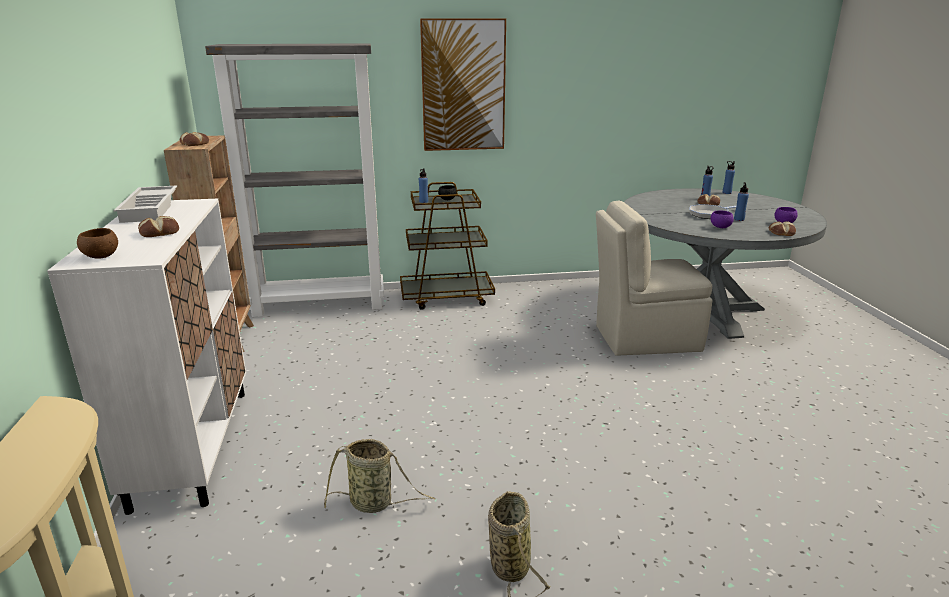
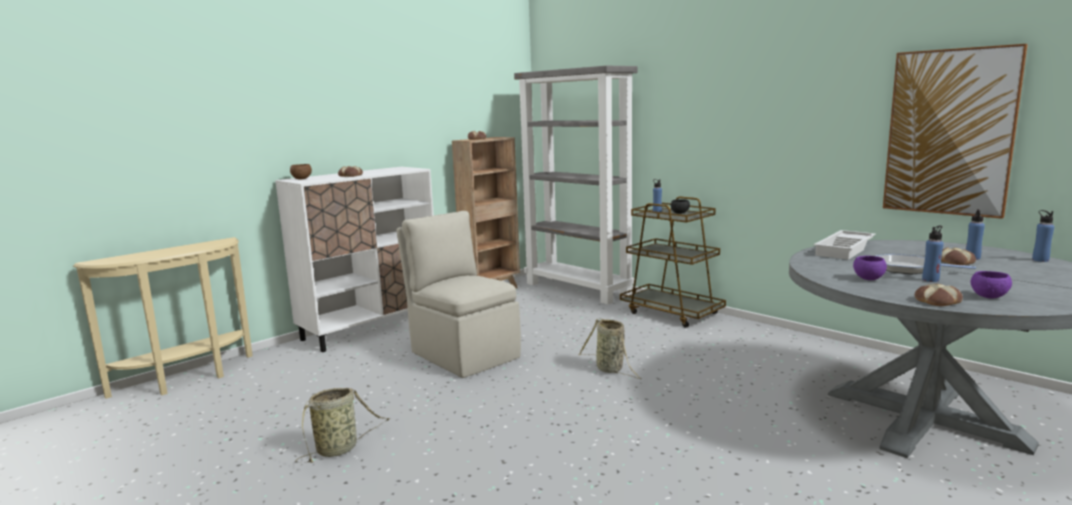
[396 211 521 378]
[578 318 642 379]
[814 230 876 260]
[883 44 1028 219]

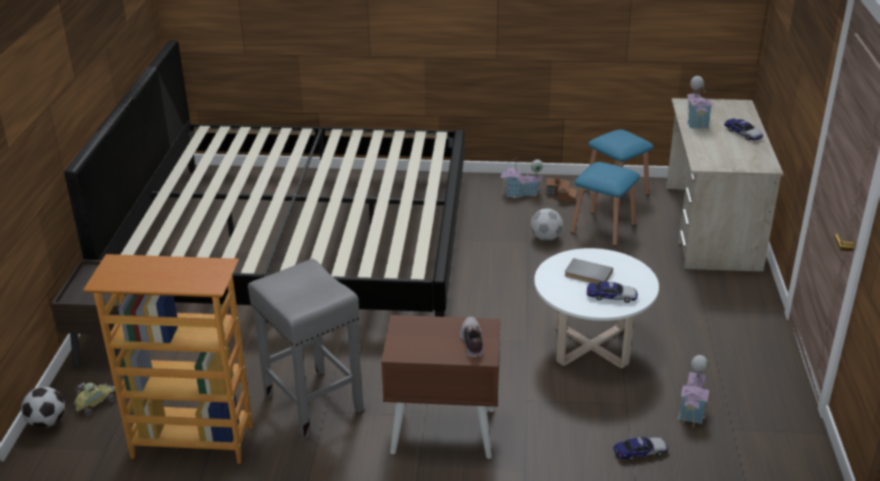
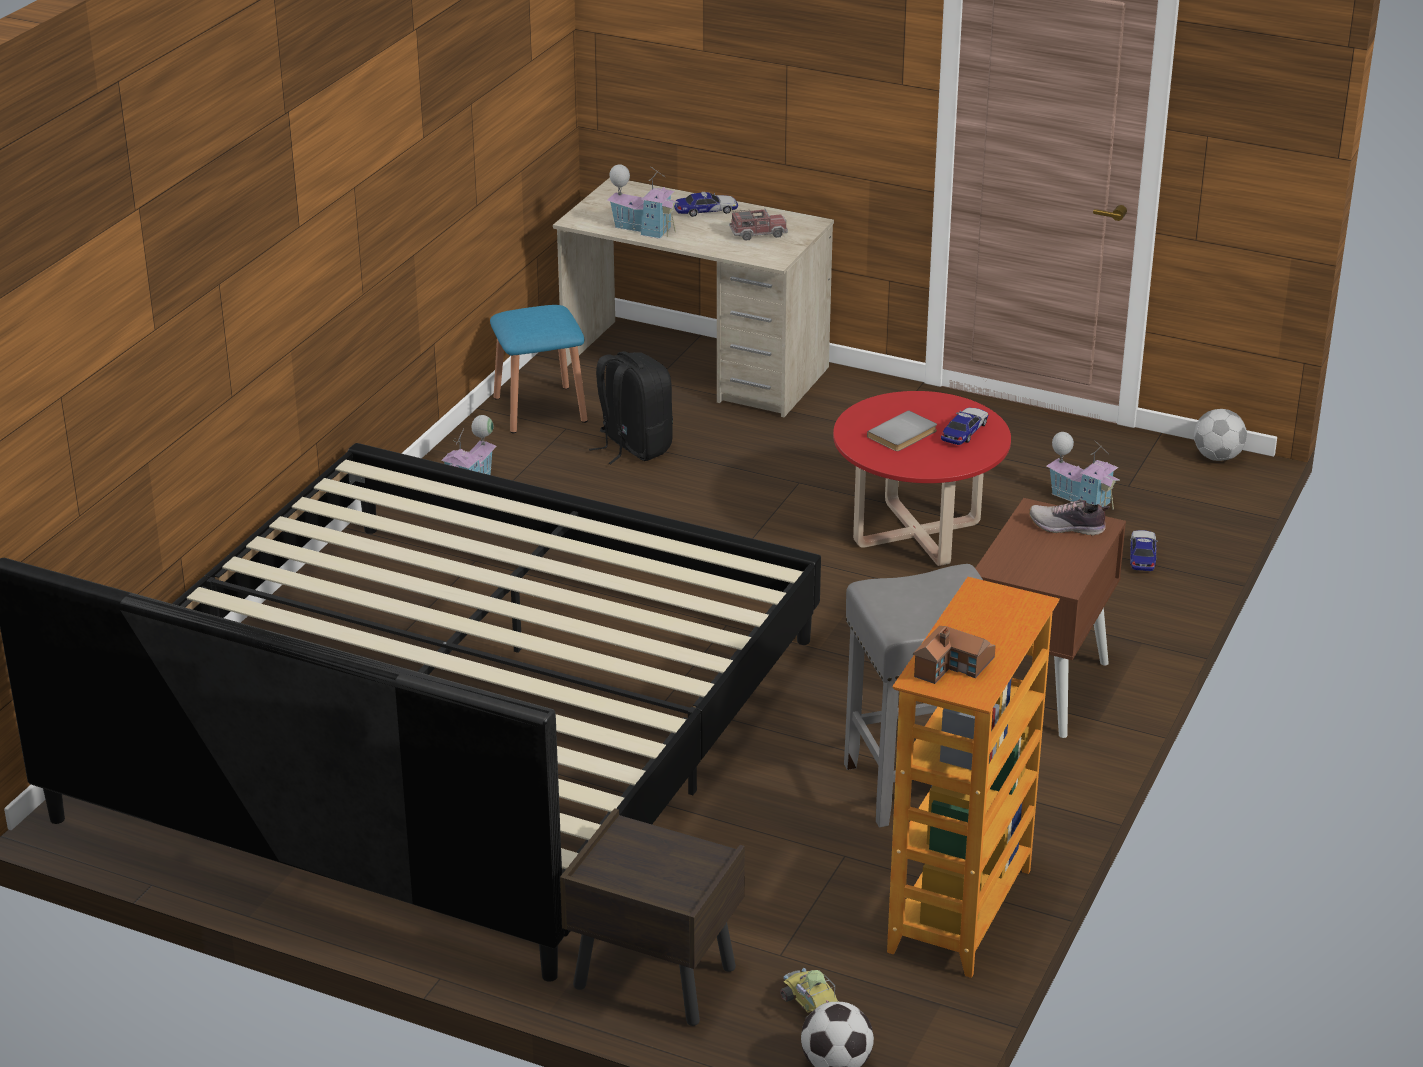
[589 351 673 464]
[729 208 788 241]
[833 391 1011 566]
[913 626 996 684]
[1194 409 1247 461]

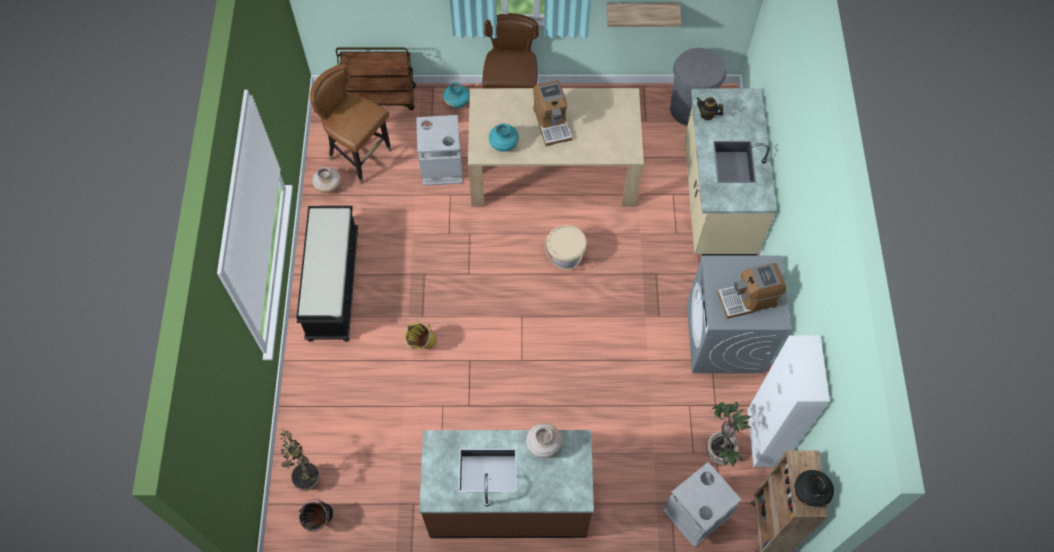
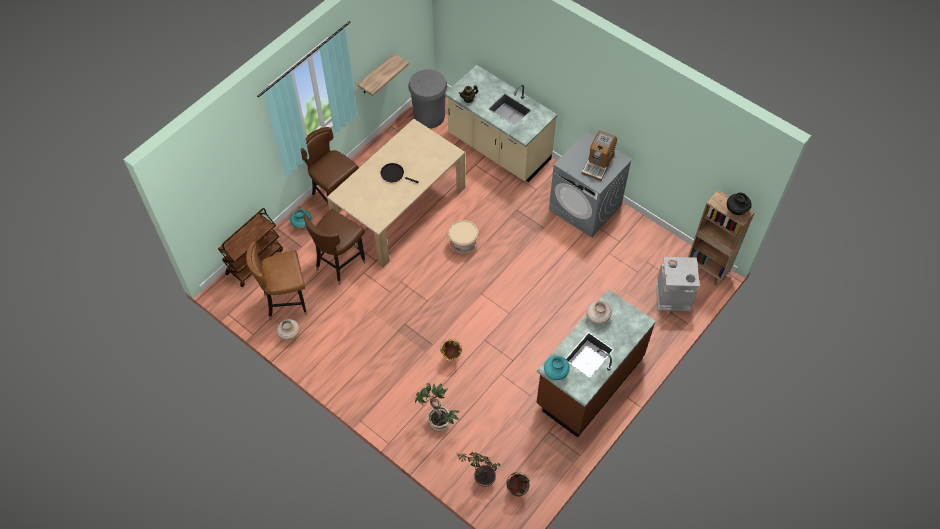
[304 209 366 285]
[381 163 419 183]
[415 383 459 431]
[544 356 570 380]
[296 206 358 342] (first image)
[747 335 830 467] (first image)

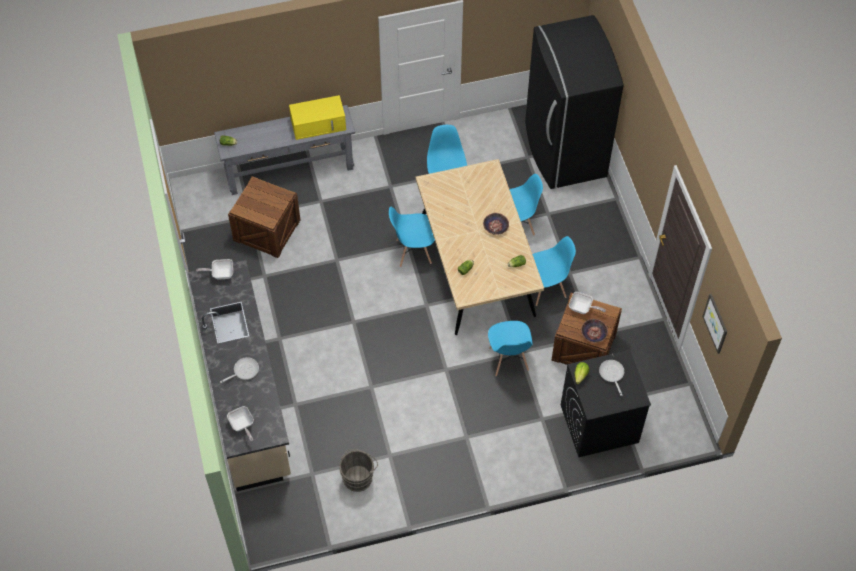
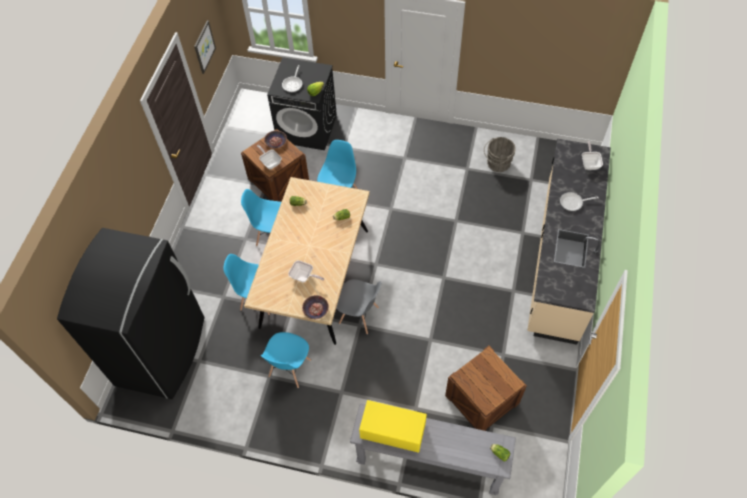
[288 260 324 282]
[302 295 329 319]
[336 279 381 334]

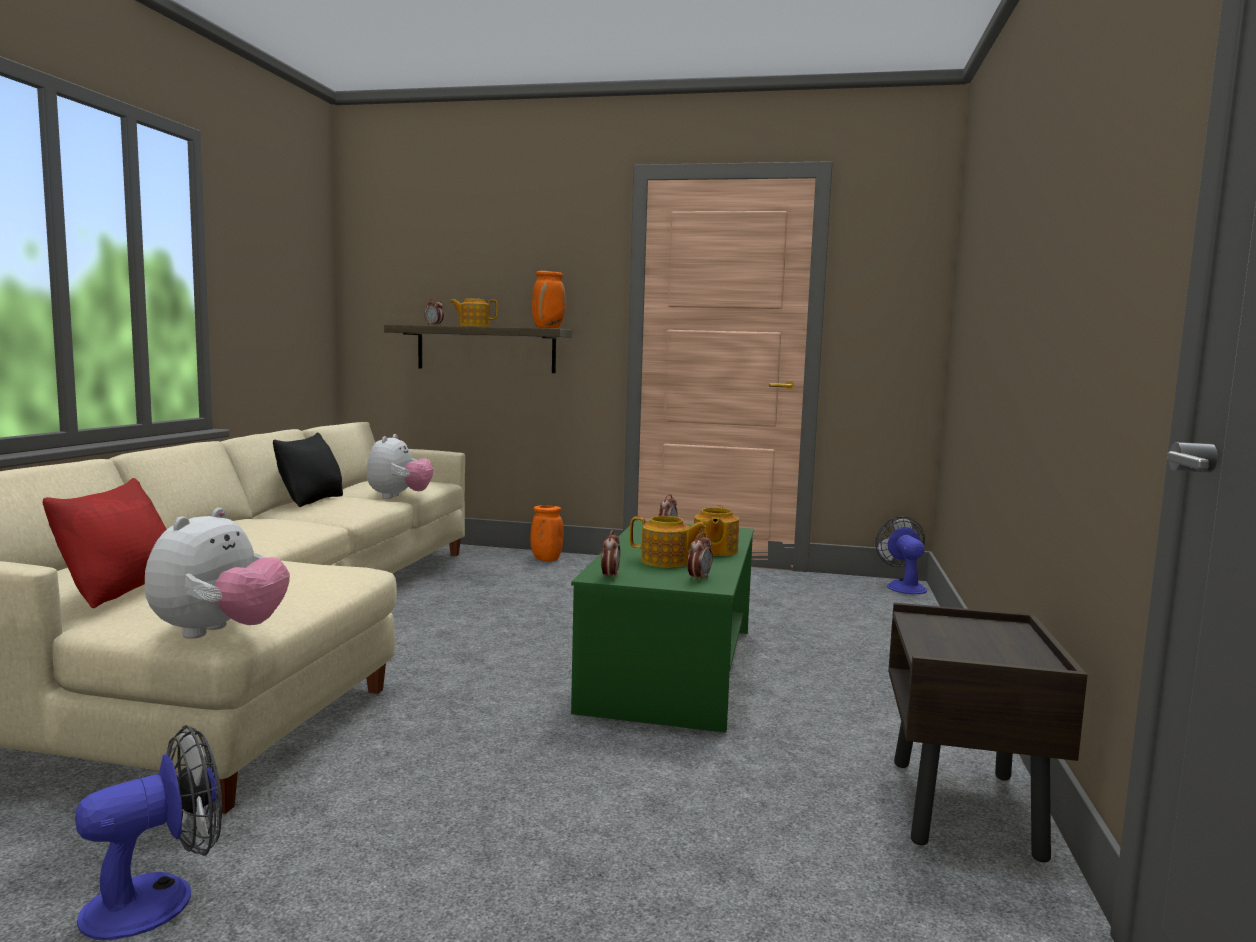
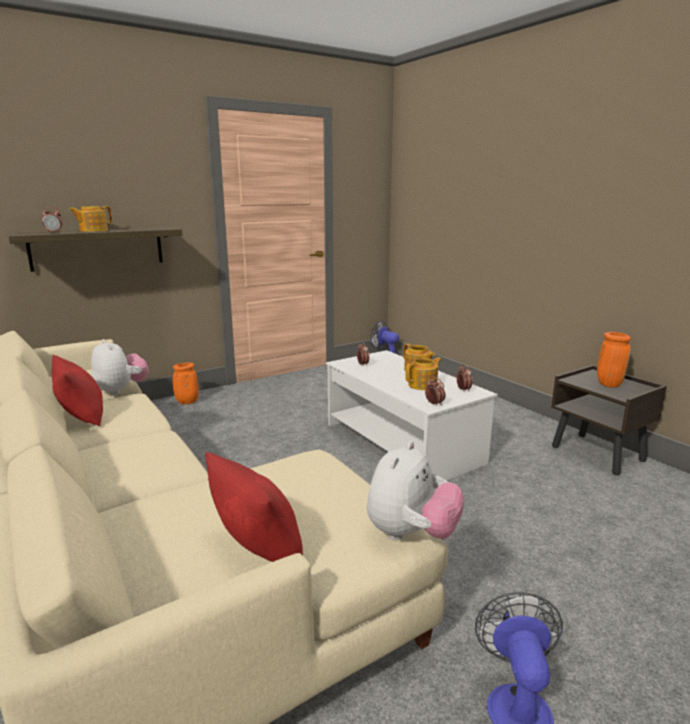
[51 355 103 426]
[326 350 498 480]
[367 441 465 540]
[597 332 631 388]

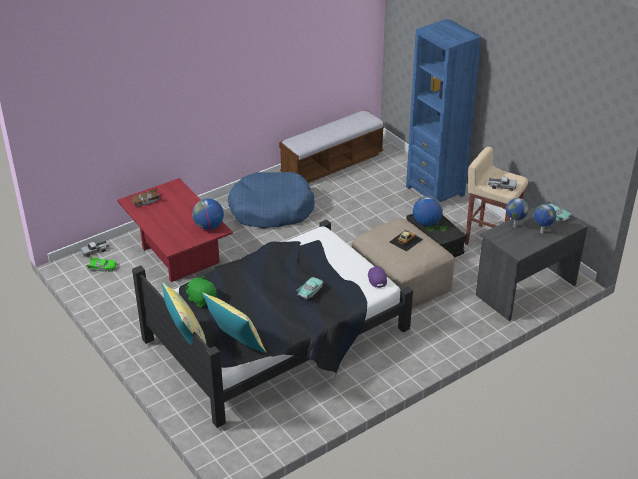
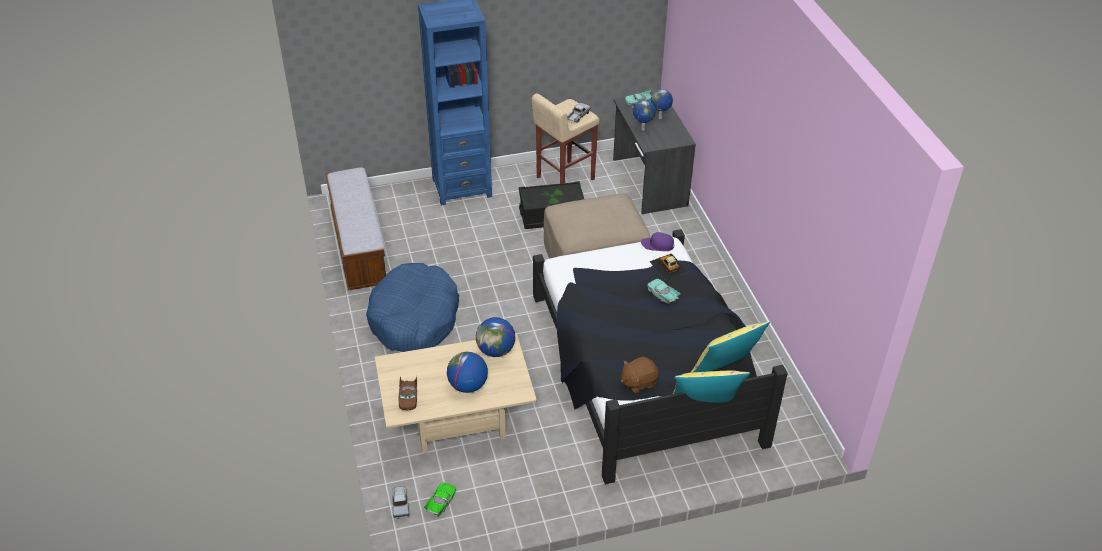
[375 333 537 454]
[447 352 488 393]
[621 356 659 394]
[649 254 688 280]

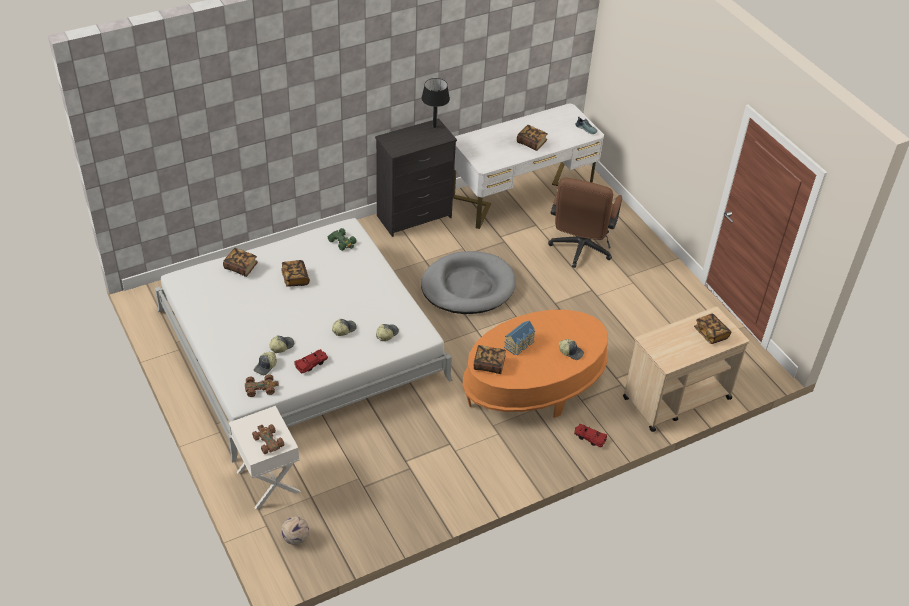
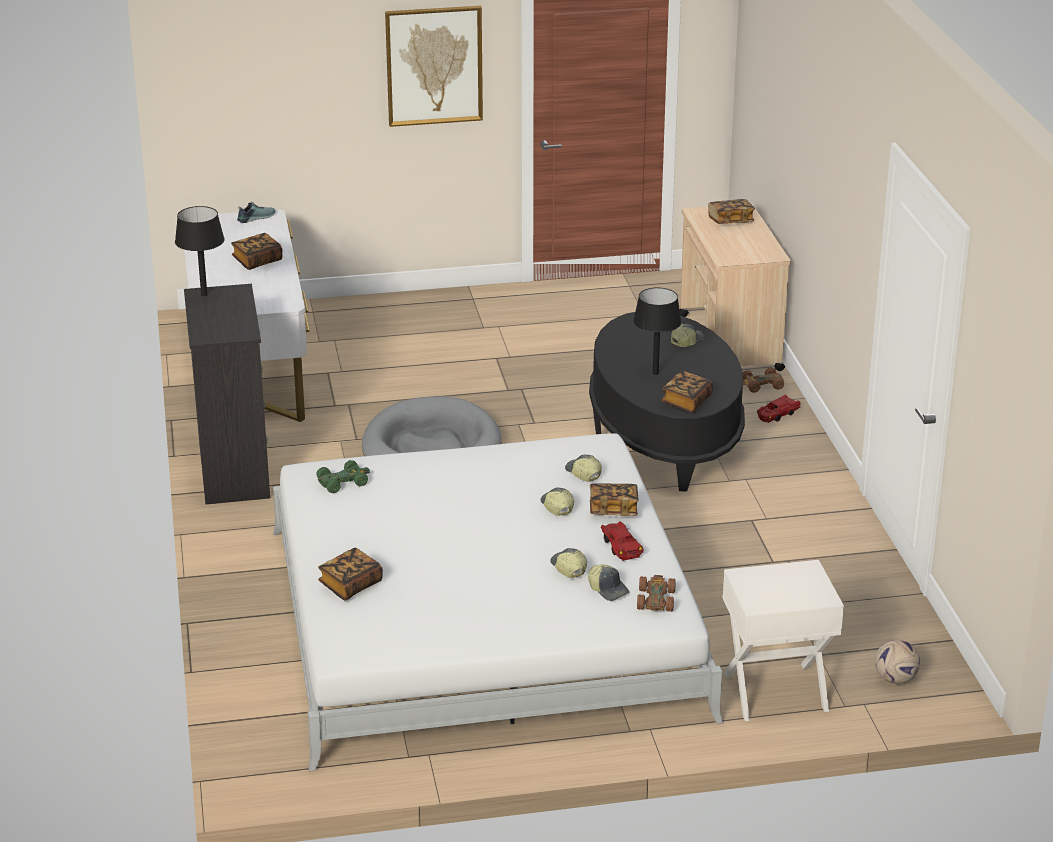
[385 6 483 127]
[589 312 745 491]
[590 483 638 516]
[633 288 682 375]
[742 367 784 393]
[548 177 622 268] (first image)

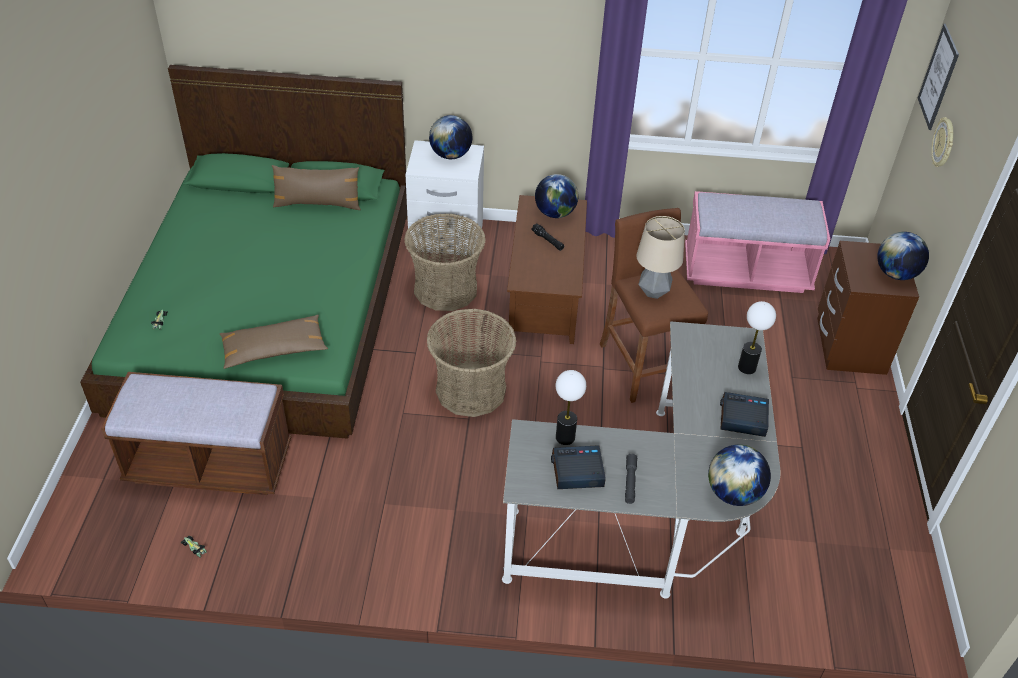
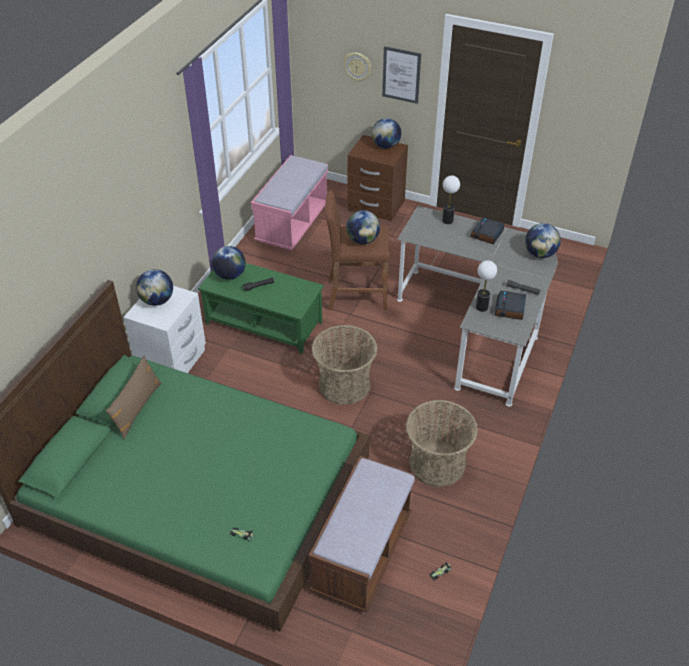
[198 263 324 354]
[346 210 380 244]
[382 46 421 104]
[406 400 478 487]
[220 315 328 369] (first image)

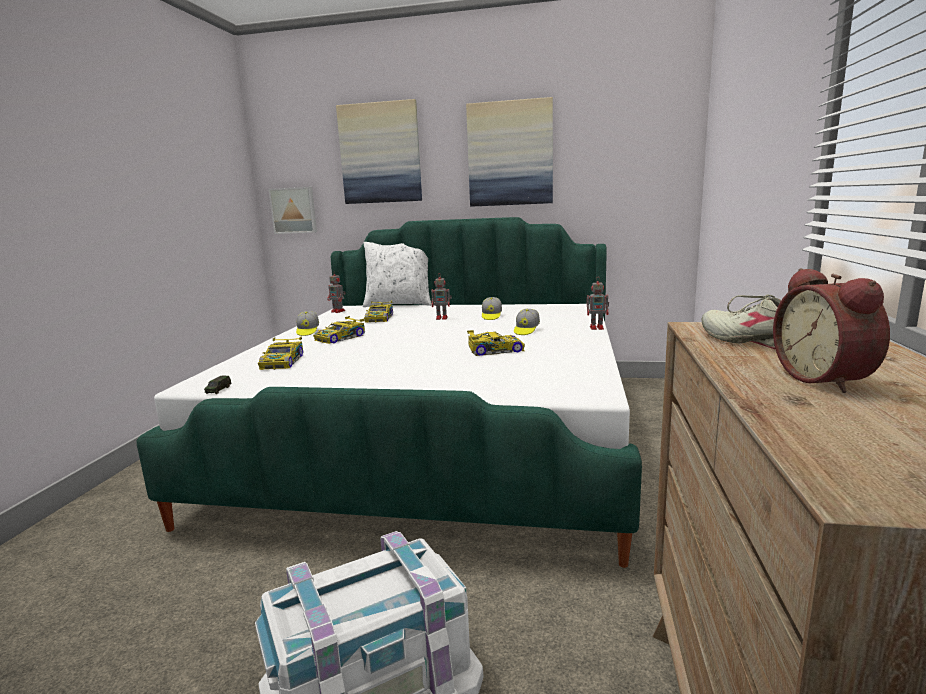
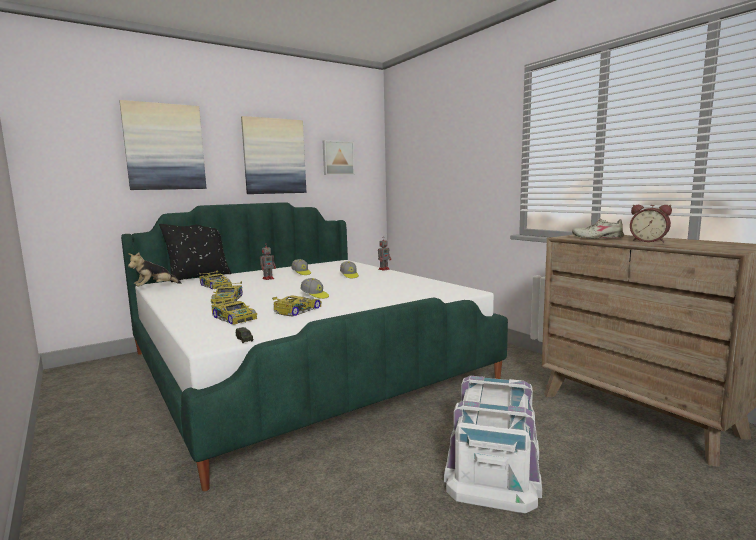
[128 252 181 287]
[159 224 232 282]
[272 295 322 317]
[300 278 329 299]
[323 140 355 175]

